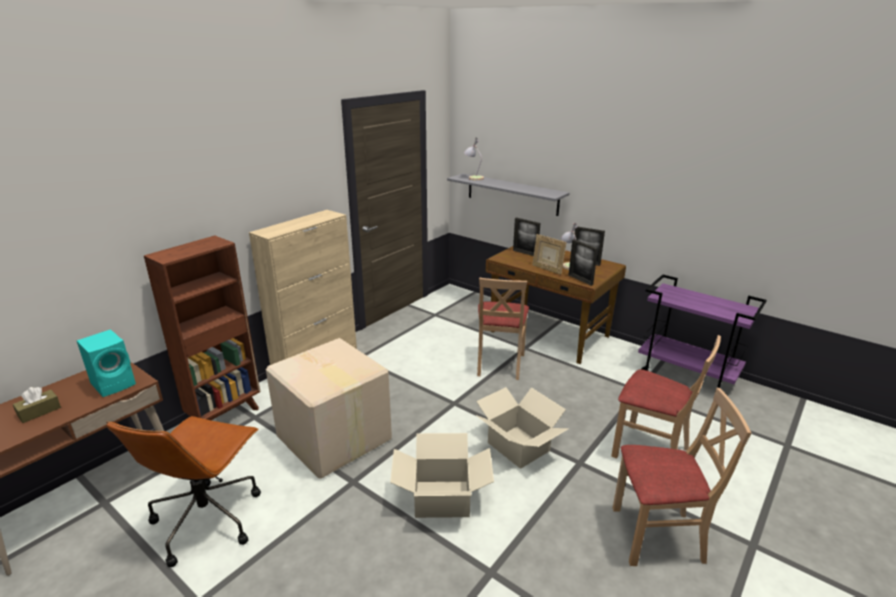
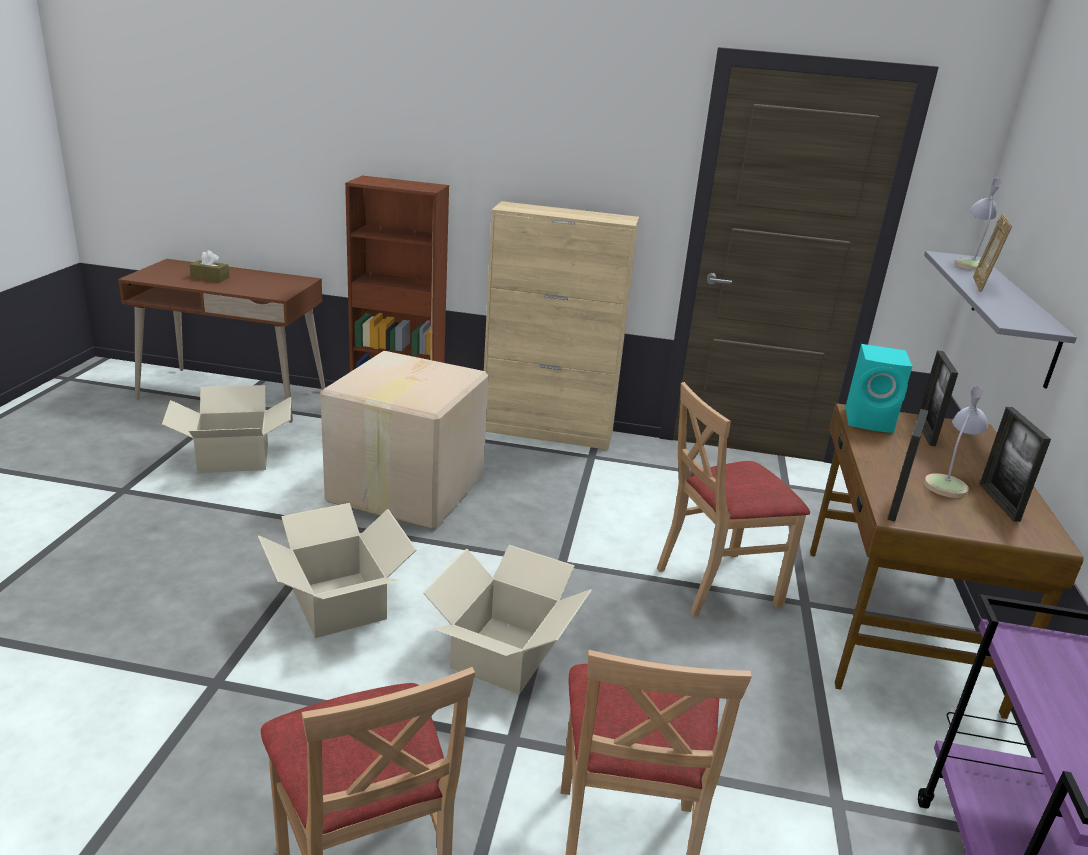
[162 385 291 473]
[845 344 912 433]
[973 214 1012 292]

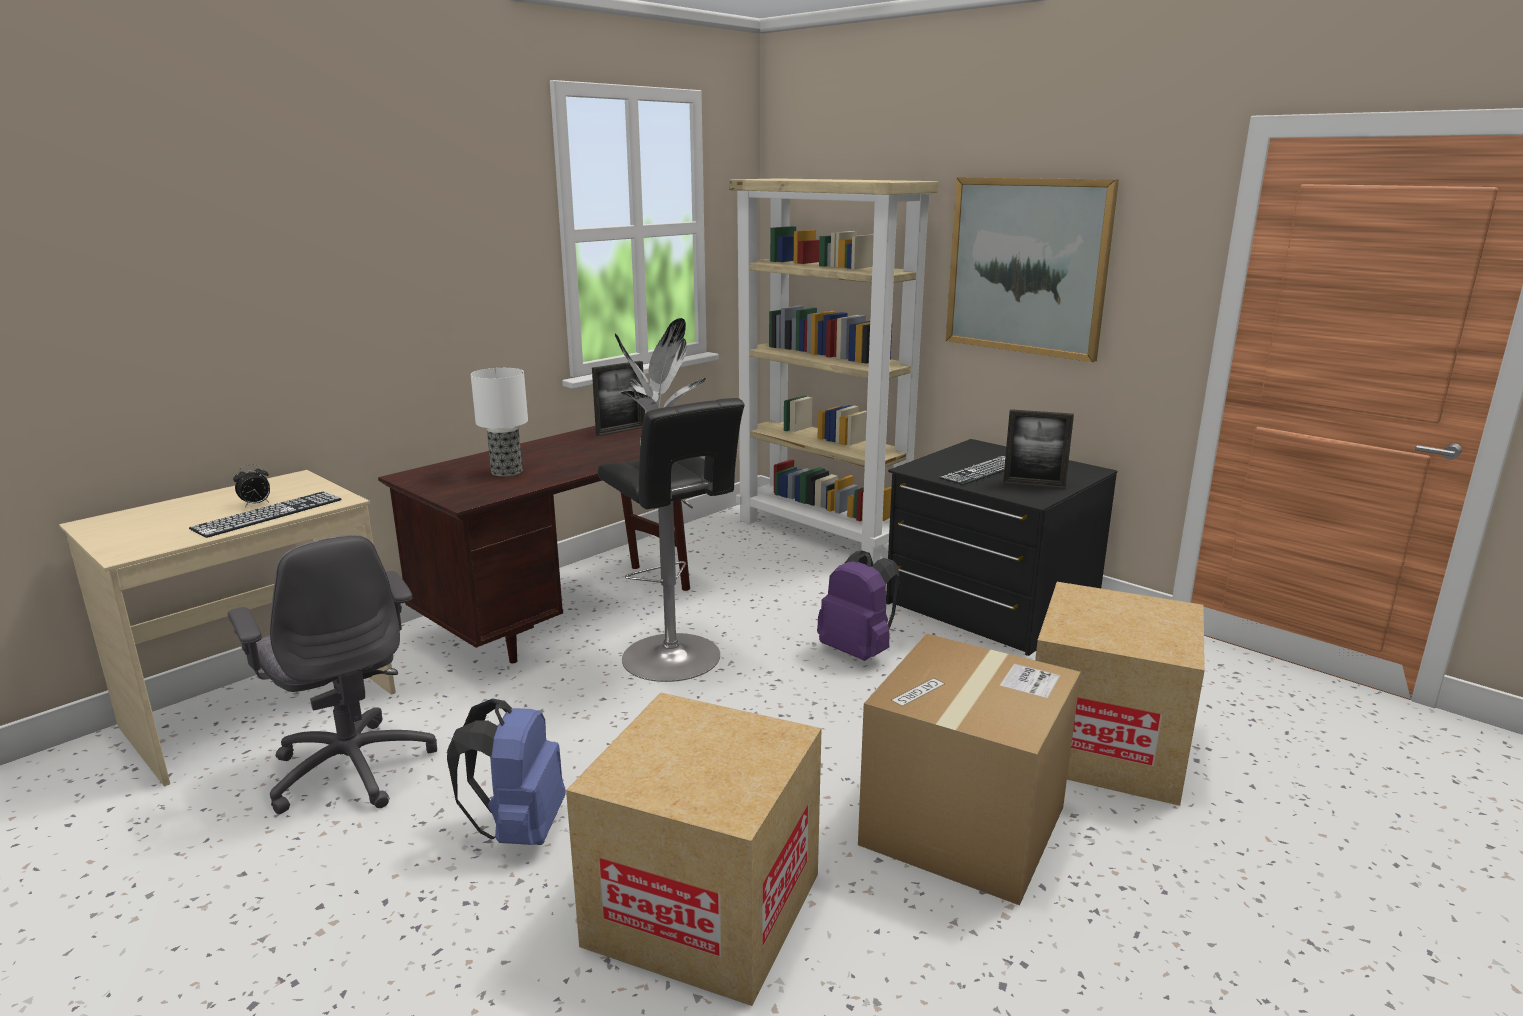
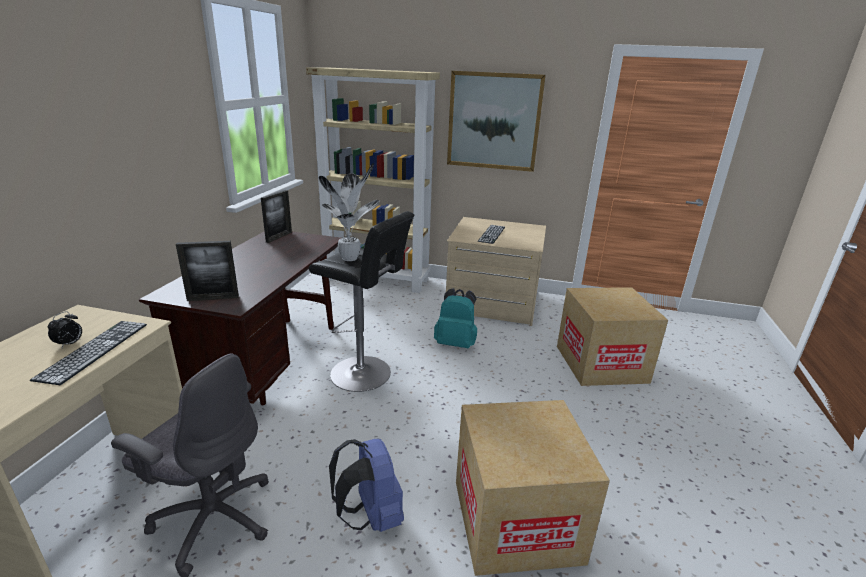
[176 241 239 301]
[434 288 477 348]
[446 217 546 326]
[471 368 528 477] (first image)
[858 633 1081 905] (first image)

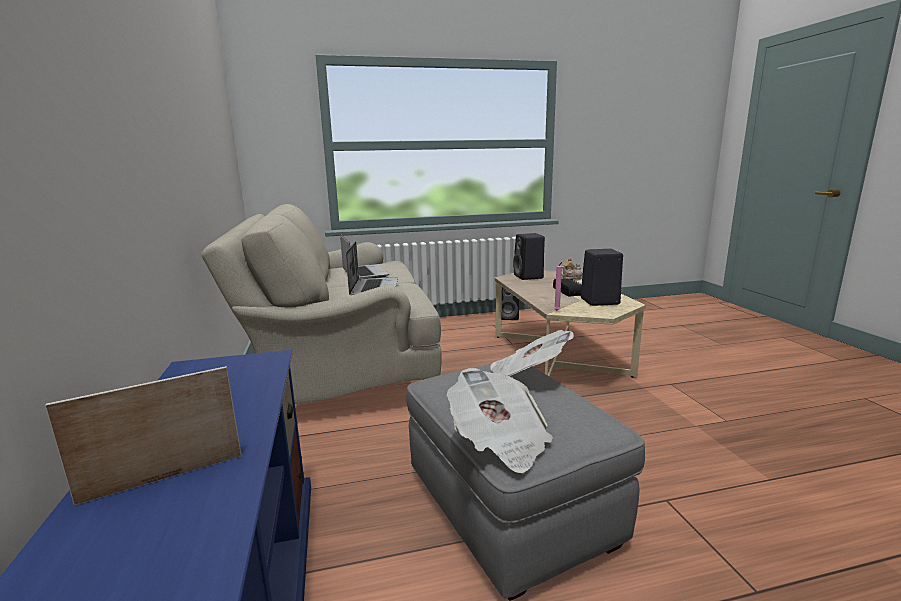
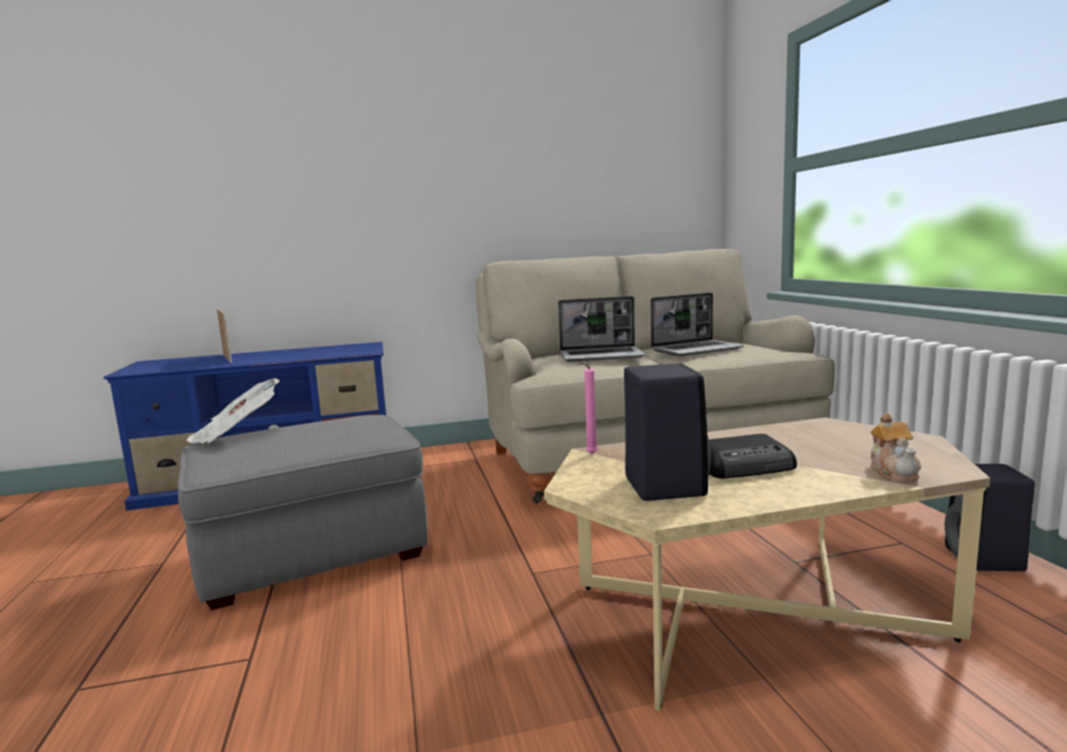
[490 330 574 376] (first image)
[513 233 545 280] (first image)

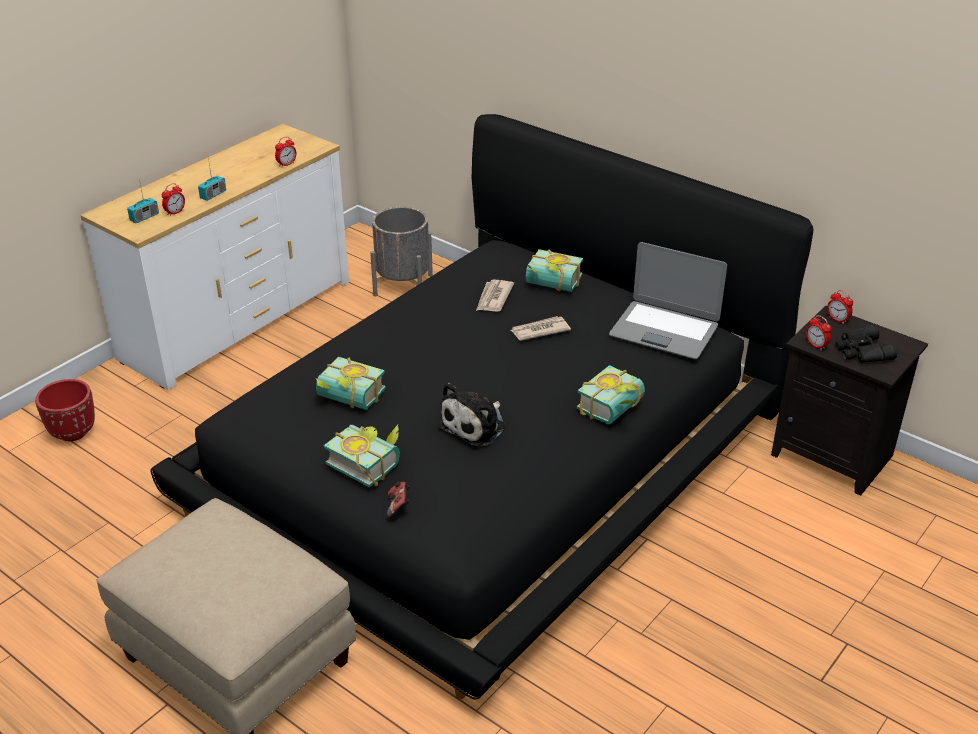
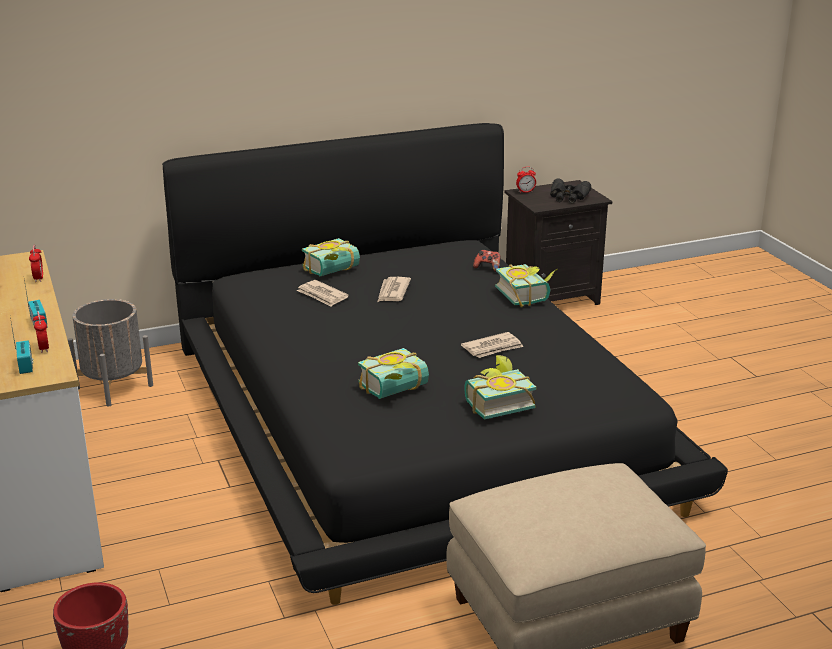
[461 332 524 358]
[473 250 501 272]
[609 242 727 359] (first image)
[806 315 832 350] (first image)

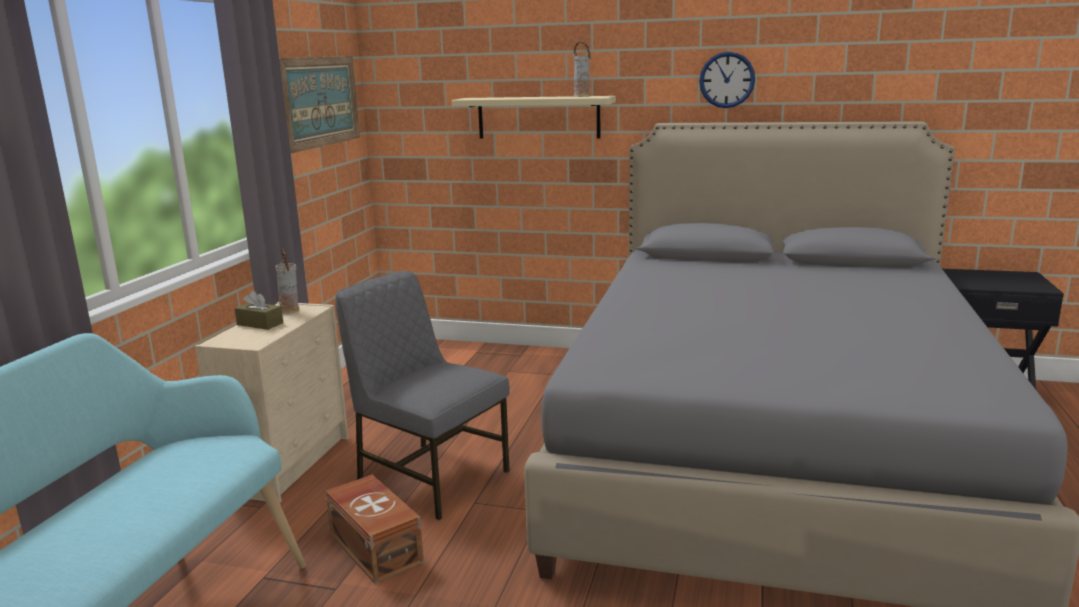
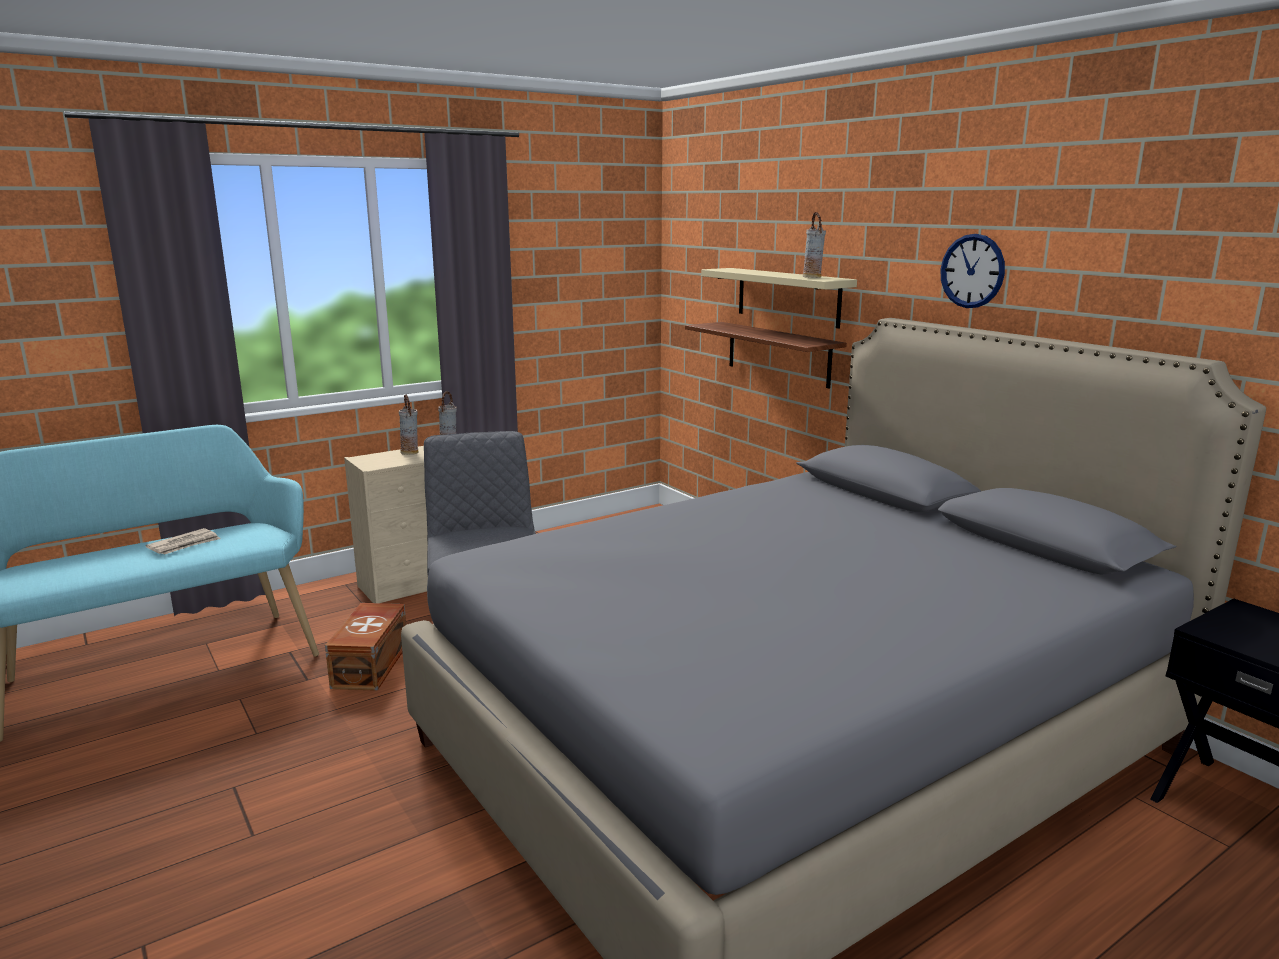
[145 528 220 554]
[399 395 418 455]
[685 322 847 389]
[279 56 360 153] (first image)

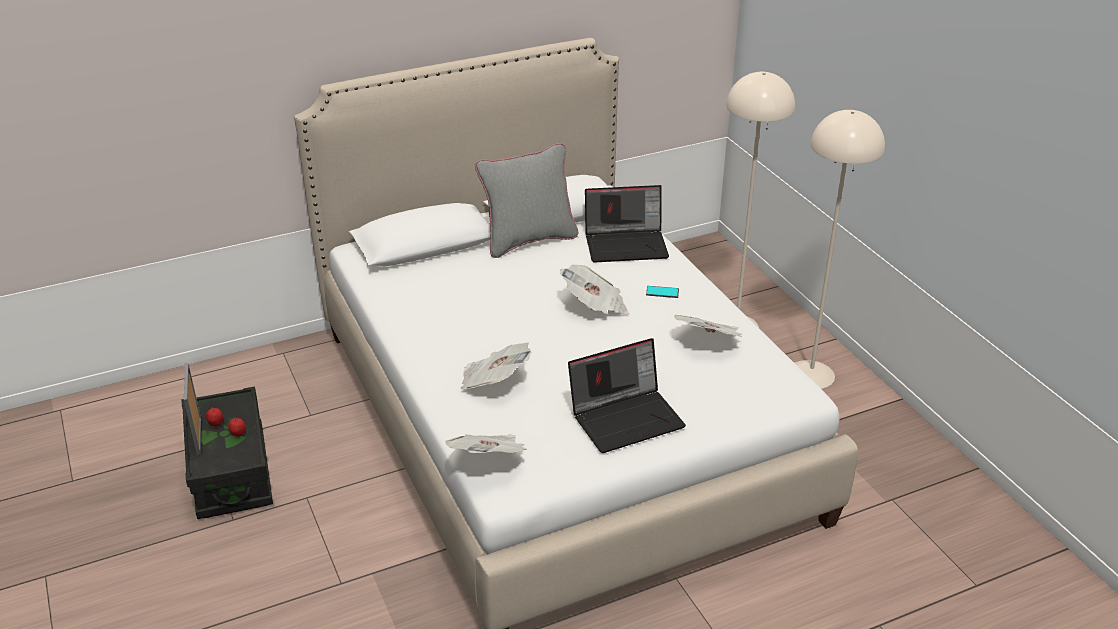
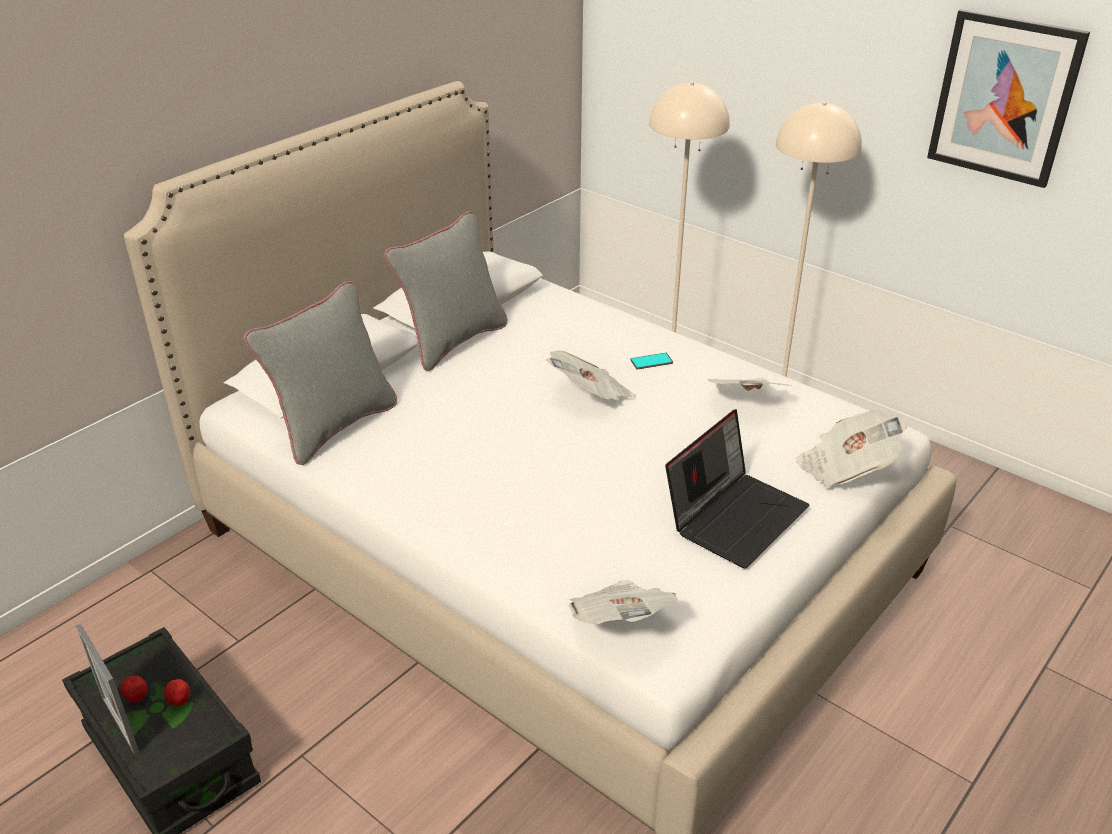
[243 281 397 465]
[796 409 907 488]
[927 9 1090 188]
[585 185 669 262] (first image)

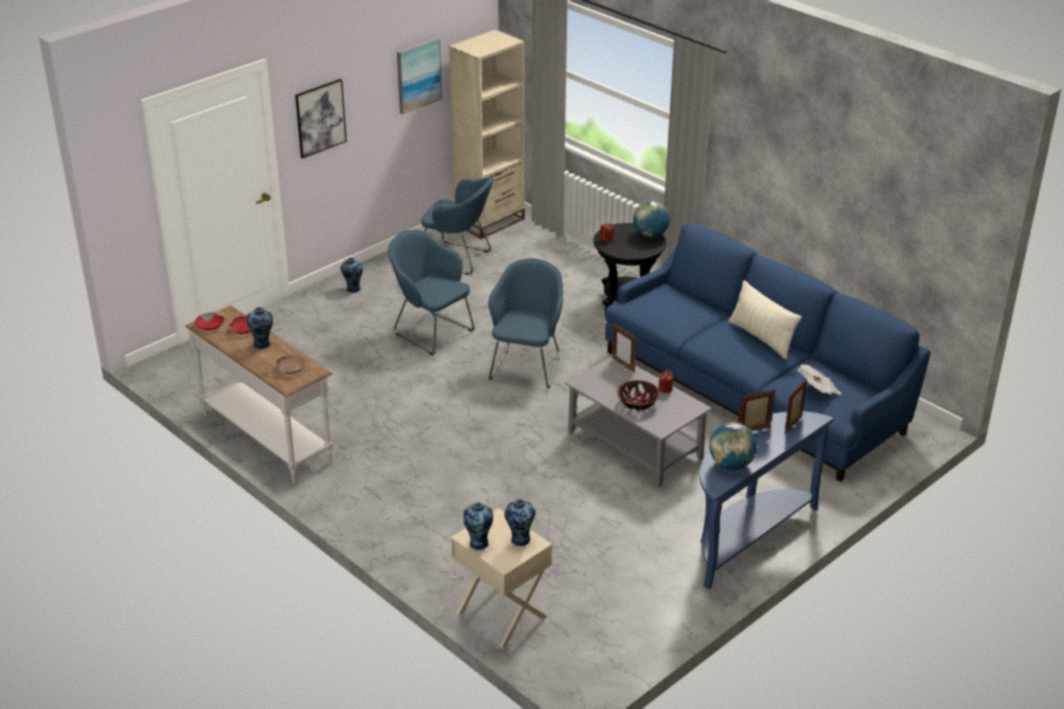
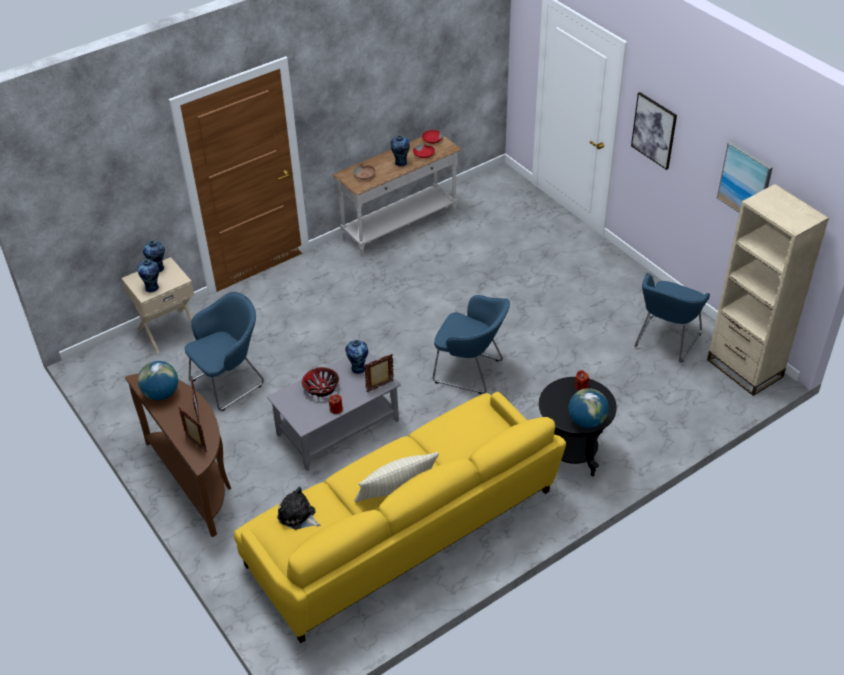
[125 374 231 537]
[184 292 264 411]
[234 392 566 643]
[277 487 320 530]
[345 340 368 374]

